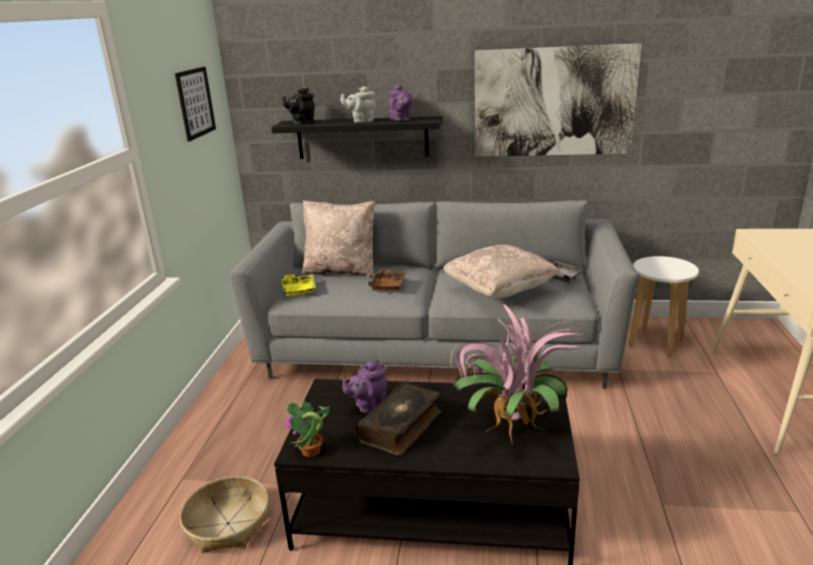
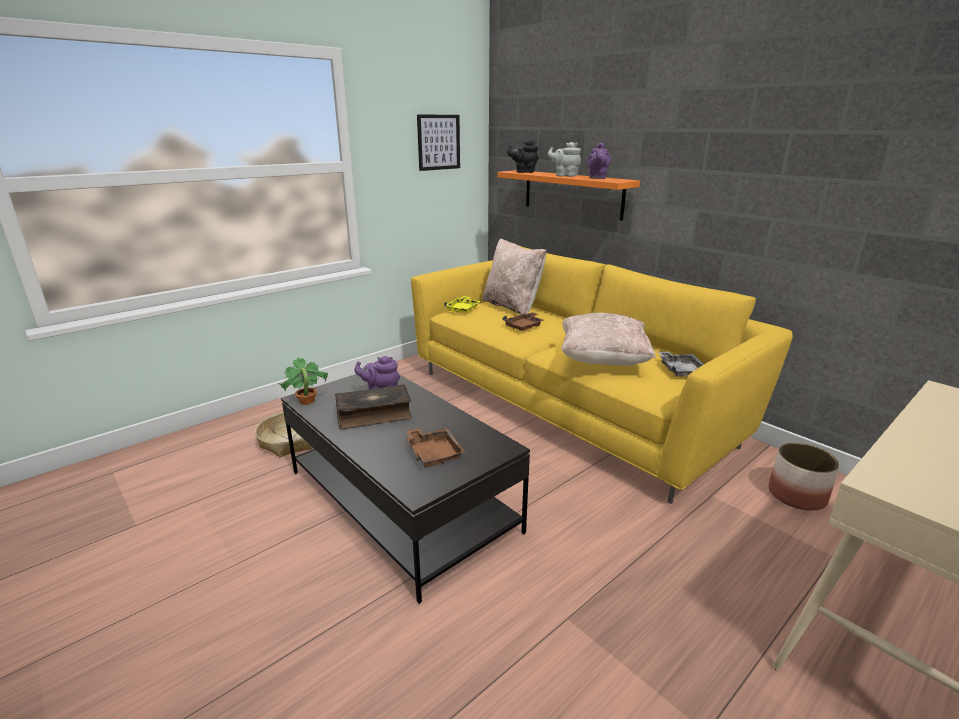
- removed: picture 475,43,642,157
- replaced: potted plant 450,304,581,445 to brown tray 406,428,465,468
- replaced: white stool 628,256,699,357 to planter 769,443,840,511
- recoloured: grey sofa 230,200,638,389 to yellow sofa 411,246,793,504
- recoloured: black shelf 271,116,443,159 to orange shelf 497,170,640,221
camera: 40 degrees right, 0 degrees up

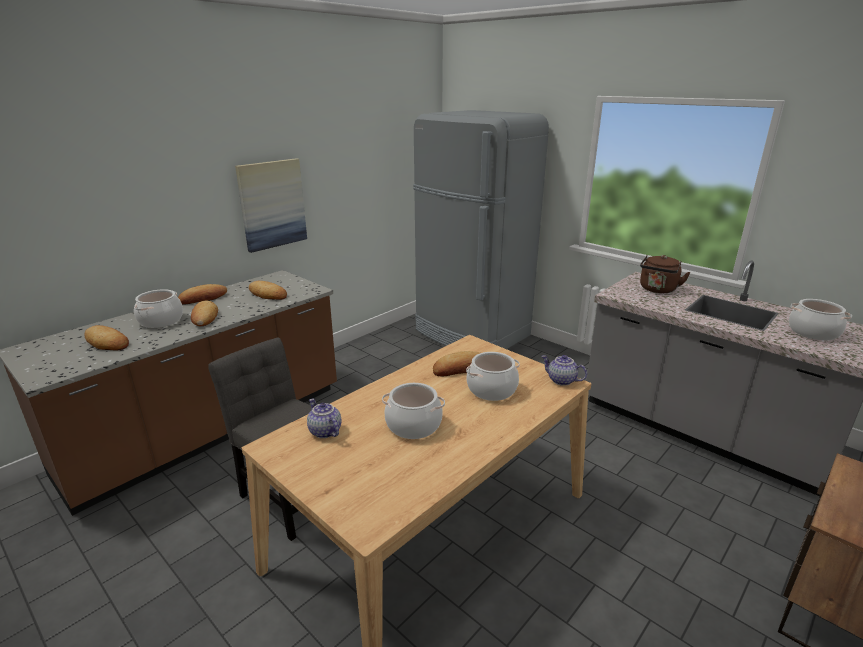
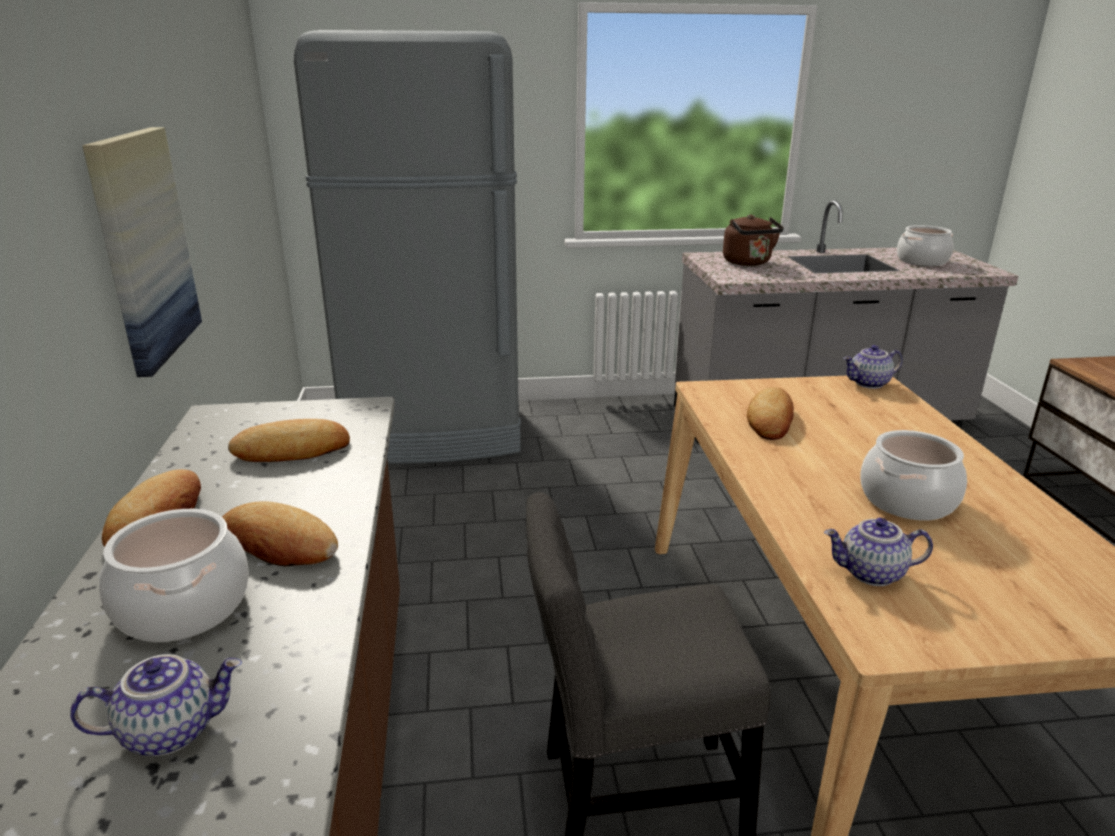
- removed: cooking pot 466,352,520,401
- replaced: bread 84,325,129,351 to teapot 70,654,242,756
camera: 50 degrees left, 0 degrees up

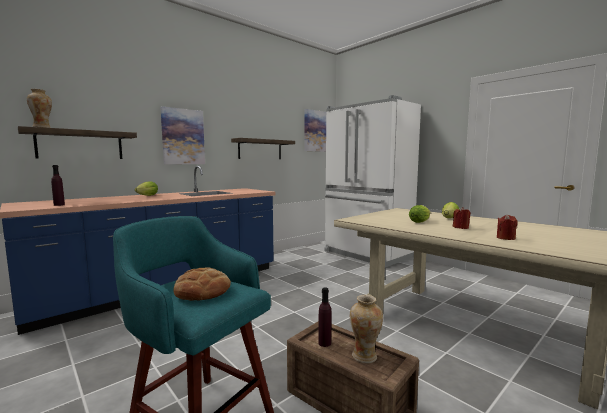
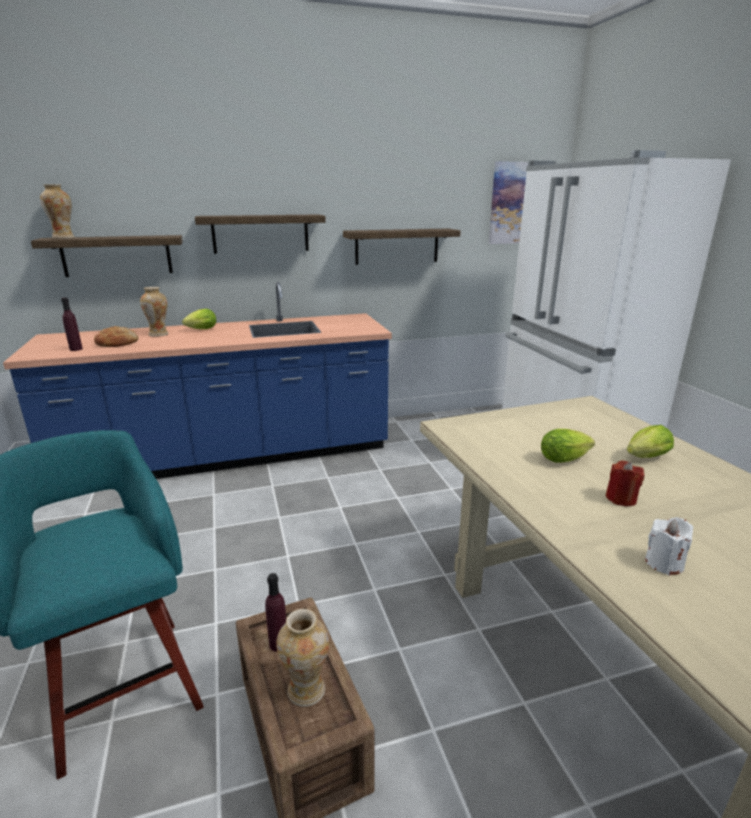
- added: vase 140,287,168,337
- moved: bread 173,267,231,301 to 94,326,139,347
- replaced: picture 161,106,205,164 to shelf 195,214,326,254
- recoloured: red candle 497,214,517,240 to white candle 645,517,693,576
camera: 25 degrees right, 15 degrees up

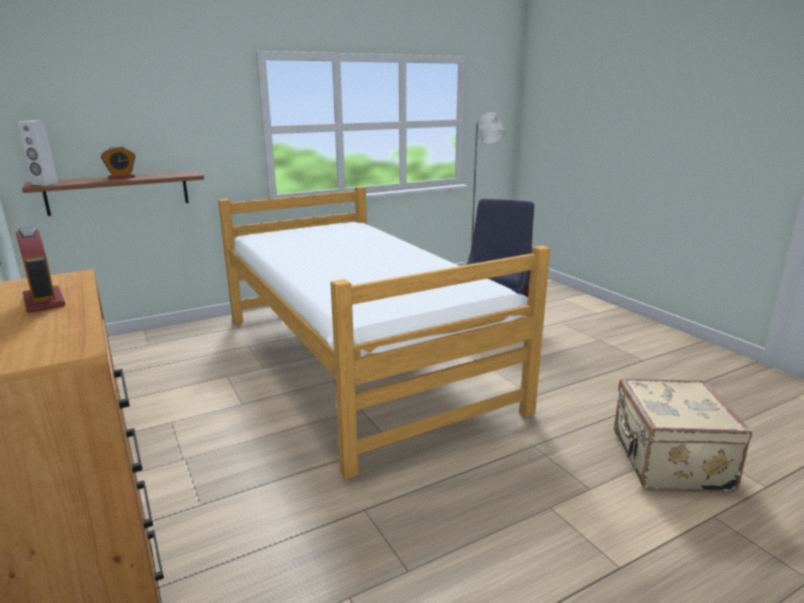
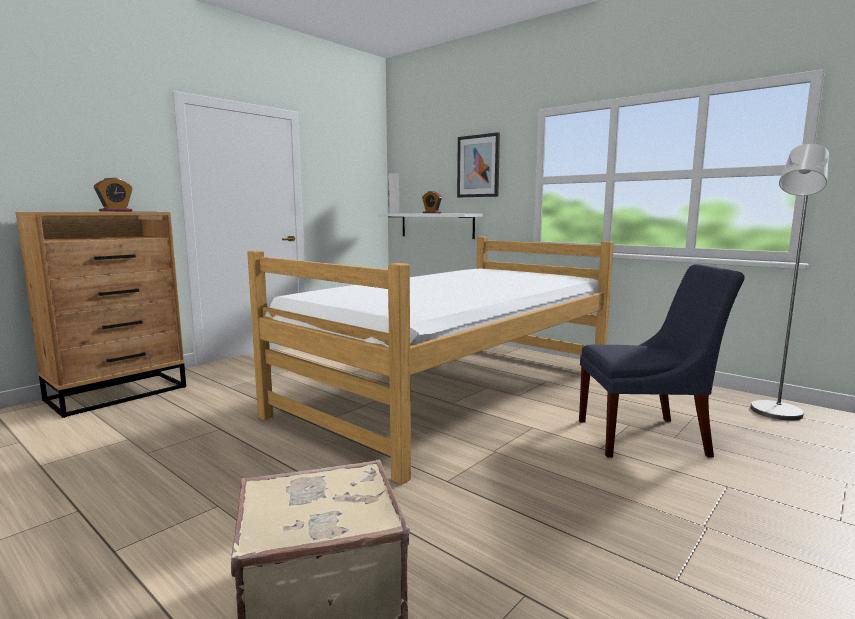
- added: picture 457,132,500,197
- recoloured: brown shelf 22,171,204,216 to white shelf 378,213,483,239
camera: 70 degrees right, 10 degrees down

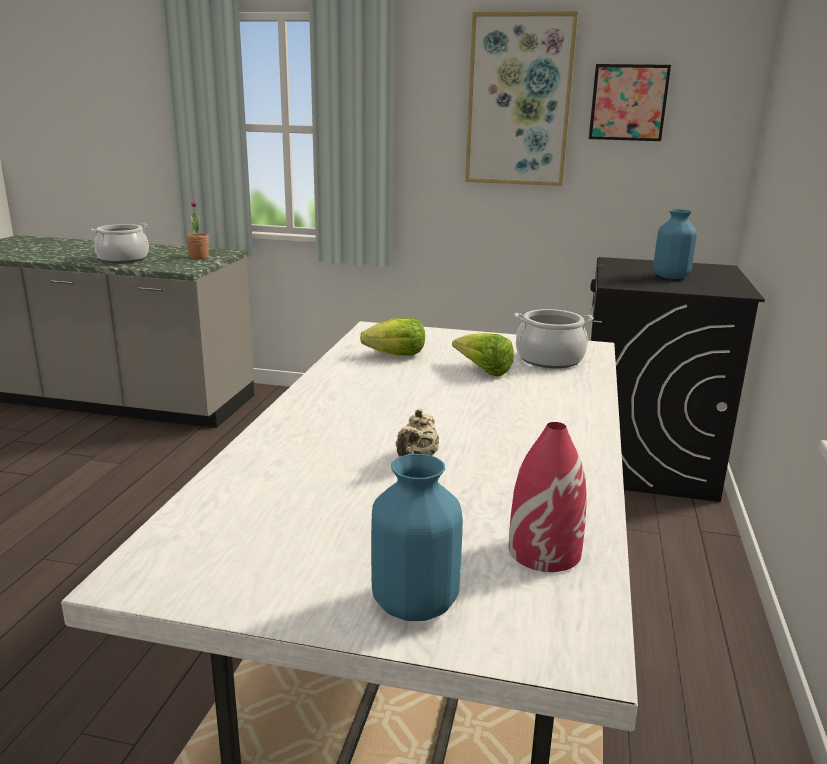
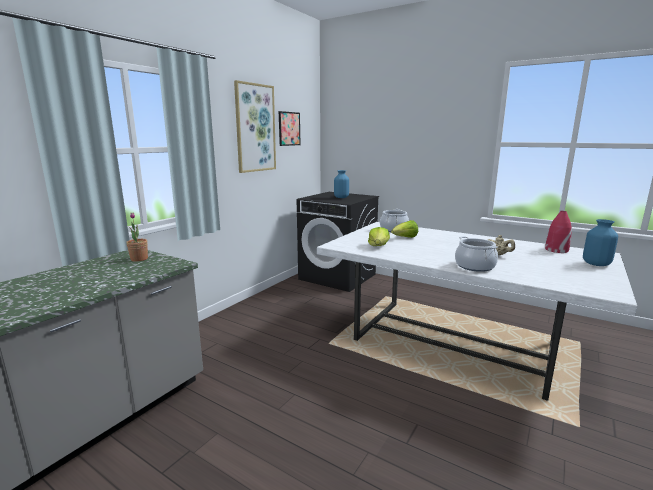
- moved: cooking pot 91,223,149,263 to 455,236,498,272
camera: 70 degrees left, 5 degrees down

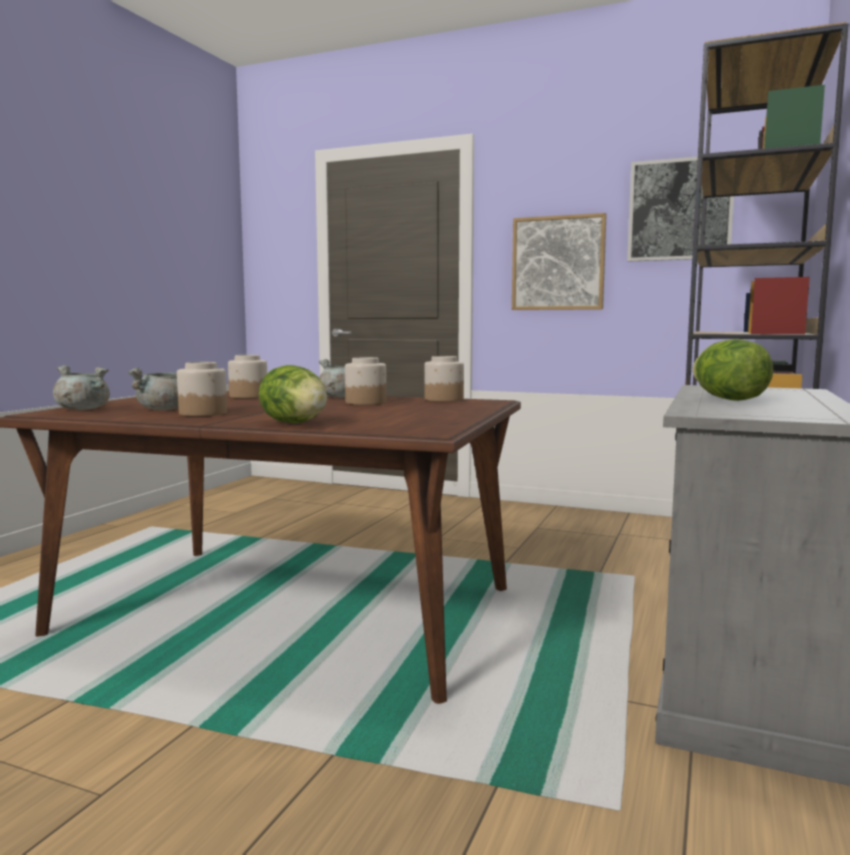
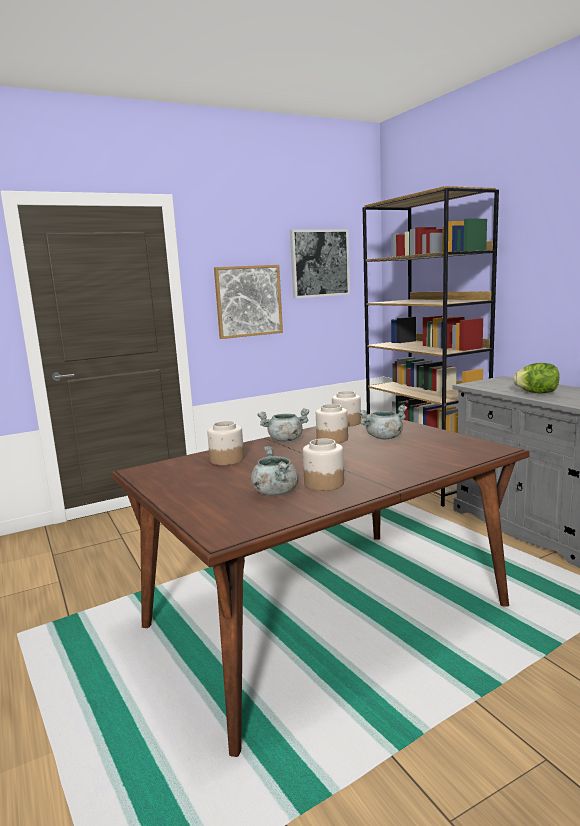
- removed: lettuce 258,365,327,423
- moved: grey cooking pot 53,365,110,410 to 357,405,407,439
camera: 50 degrees left, 5 degrees up

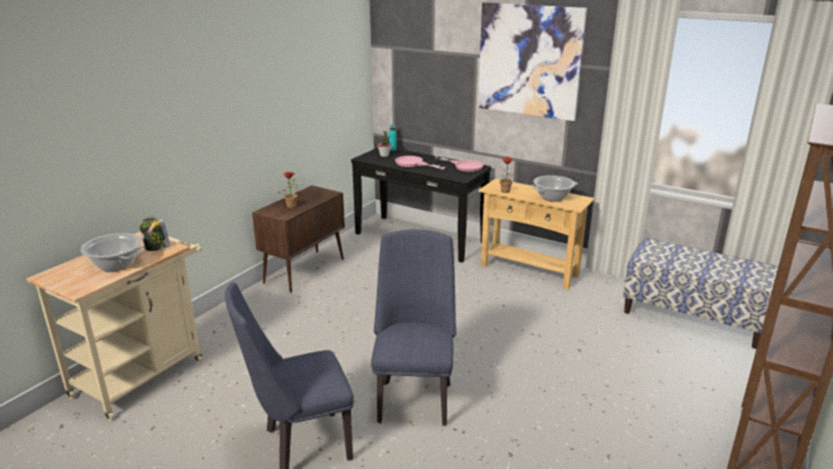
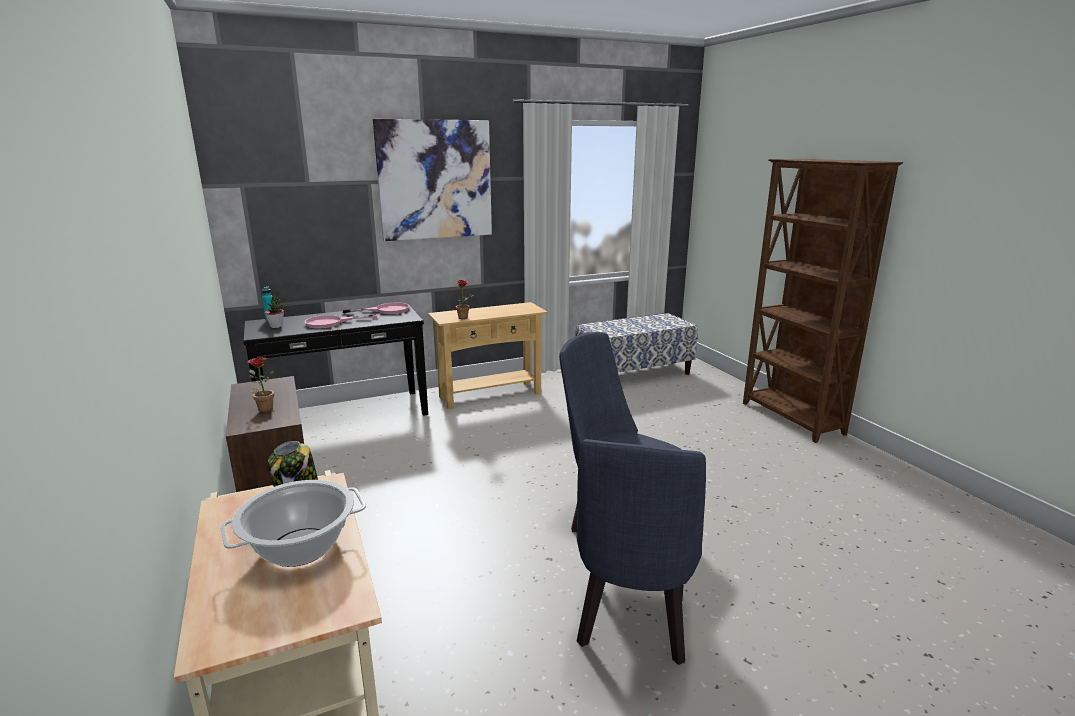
- removed: cooking pot 530,175,578,202
camera: 55 degrees left, 5 degrees down

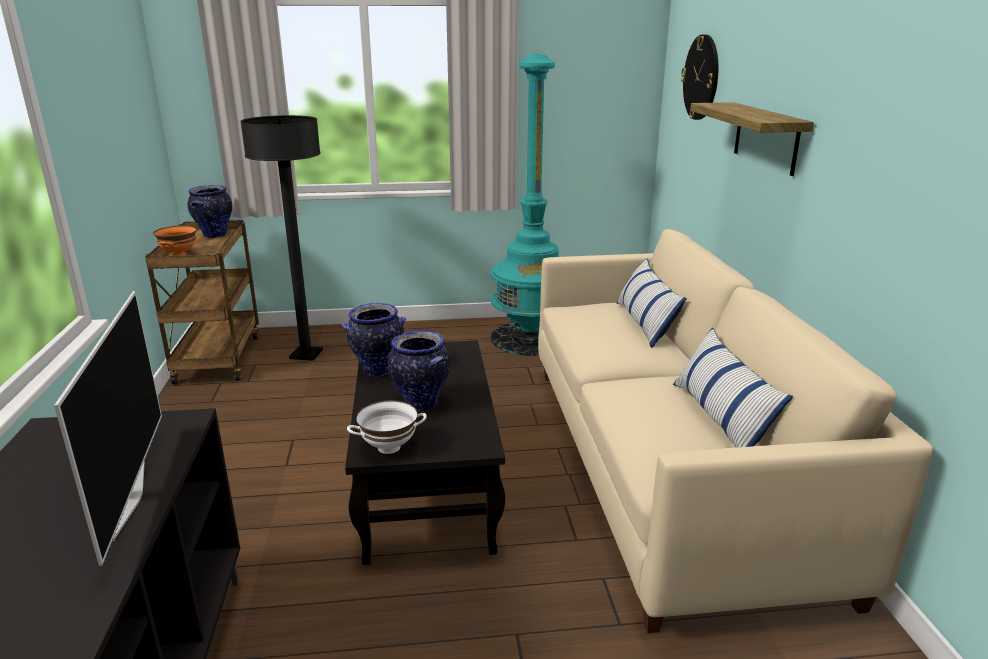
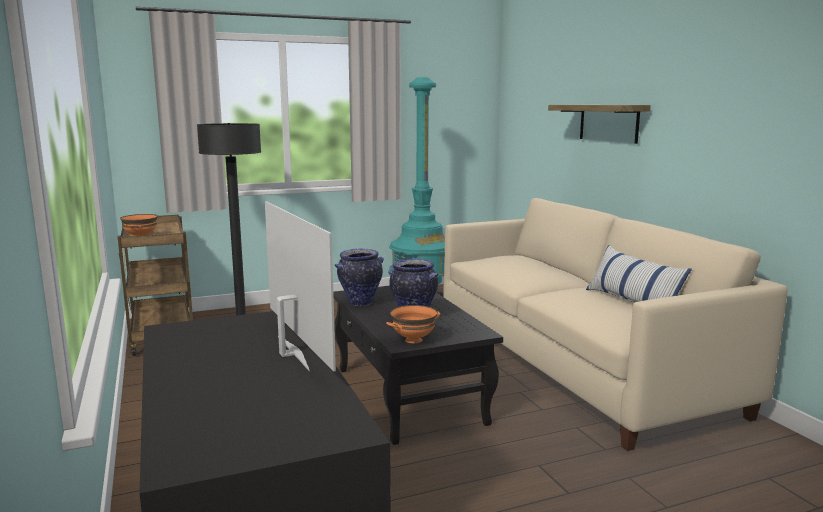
- removed: vase 188,185,232,238
- removed: pillow 617,258,687,348
- removed: wall clock 681,34,718,120
- recoloured: white bowl 347,400,427,454 to orange bowl 386,305,440,344
camera: 15 degrees left, 10 degrees down

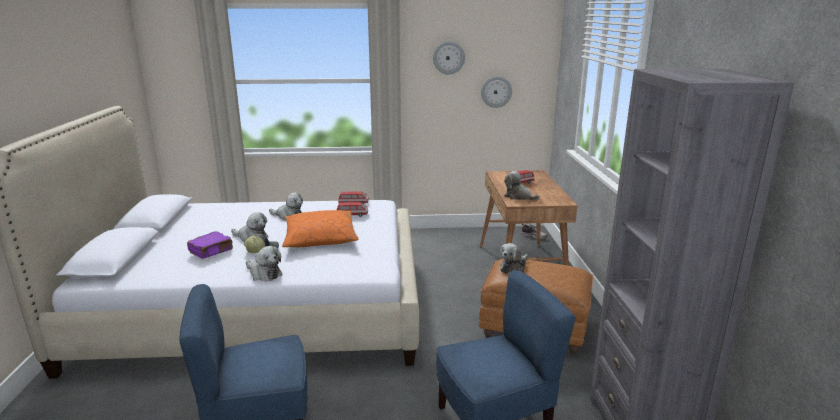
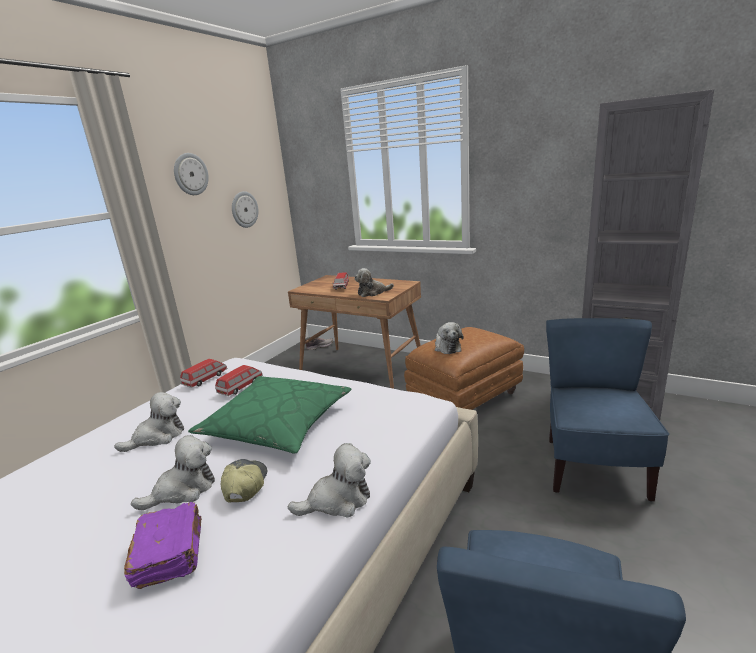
- recoloured: orange pillow 282,210,358,247 to green pillow 188,376,352,454
camera: 55 degrees left, 0 degrees up

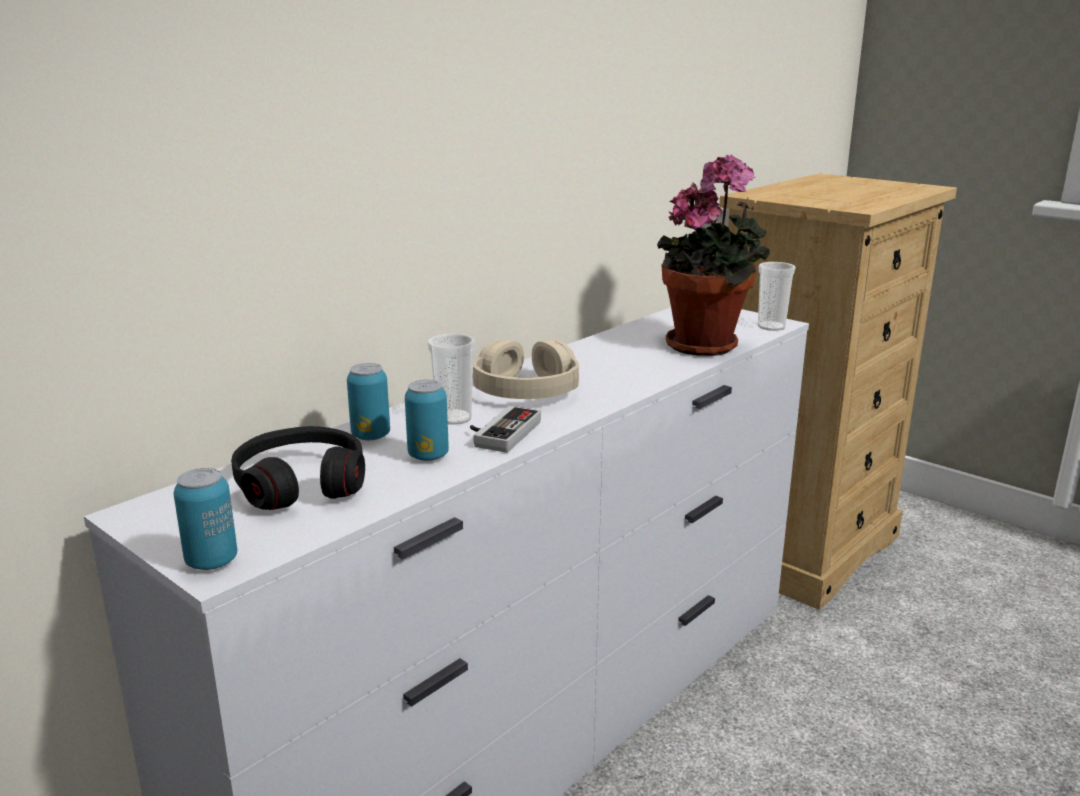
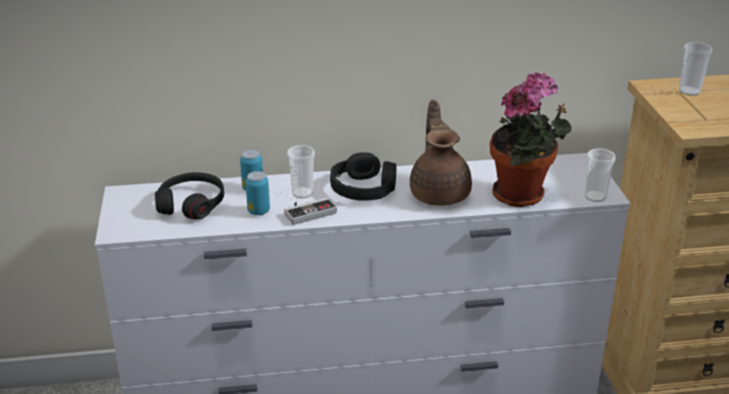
- removed: can 174,468,237,570
- added: brown teapot 410,100,472,206
- added: cup 679,42,712,96
- recoloured: beige headphones 473,340,579,399 to black headphones 330,152,396,201
camera: 40 degrees right, 10 degrees up

